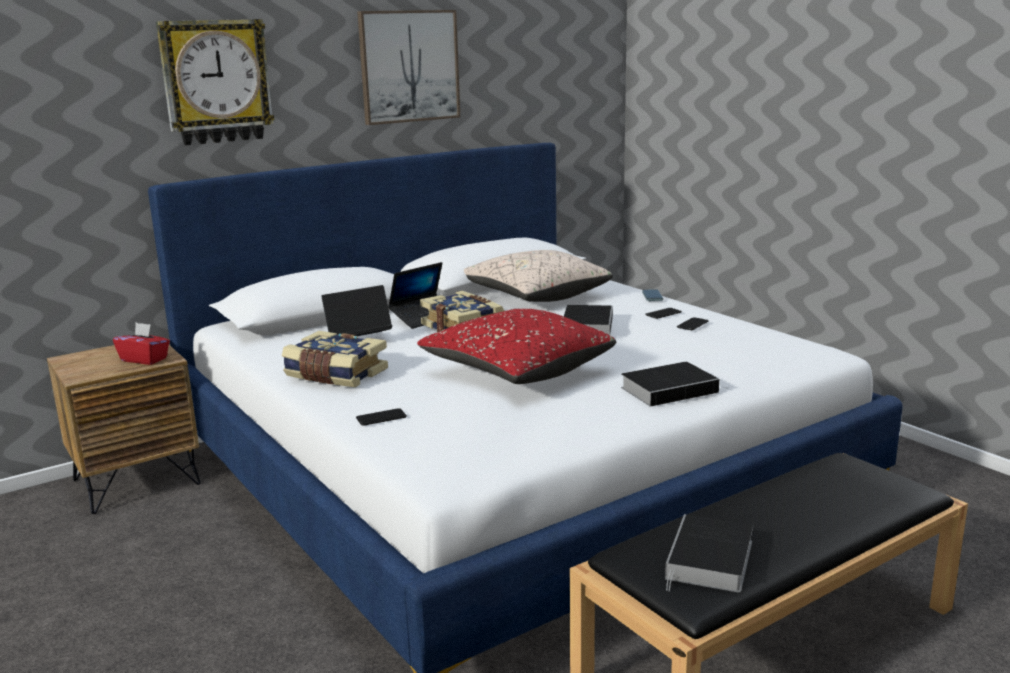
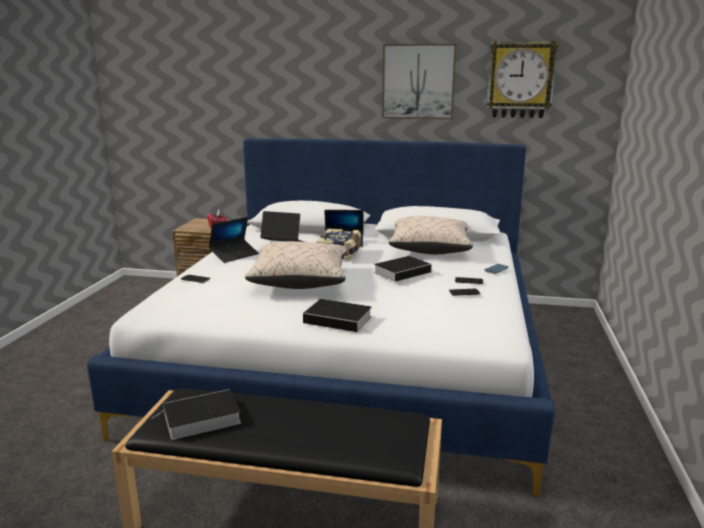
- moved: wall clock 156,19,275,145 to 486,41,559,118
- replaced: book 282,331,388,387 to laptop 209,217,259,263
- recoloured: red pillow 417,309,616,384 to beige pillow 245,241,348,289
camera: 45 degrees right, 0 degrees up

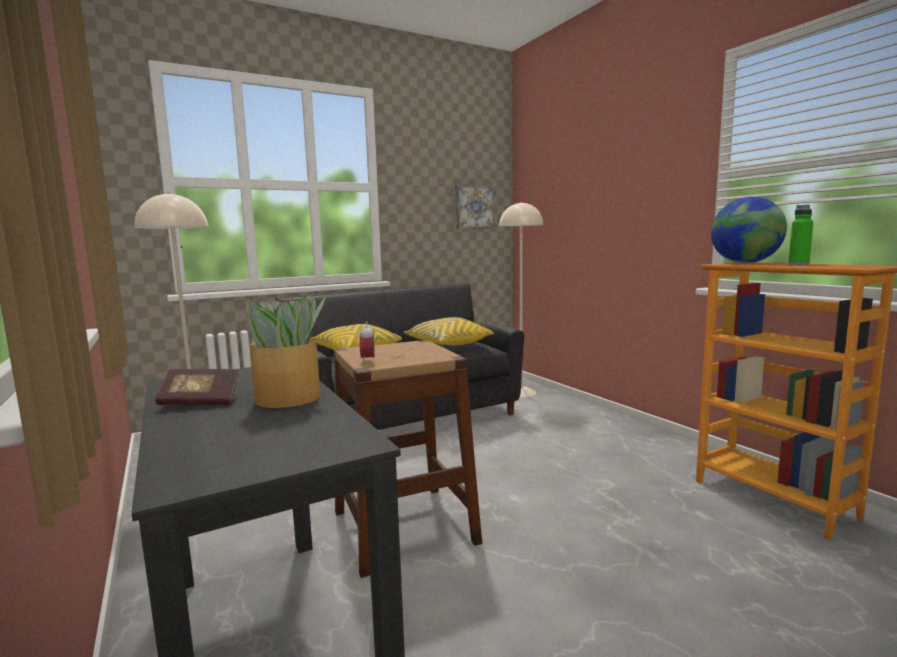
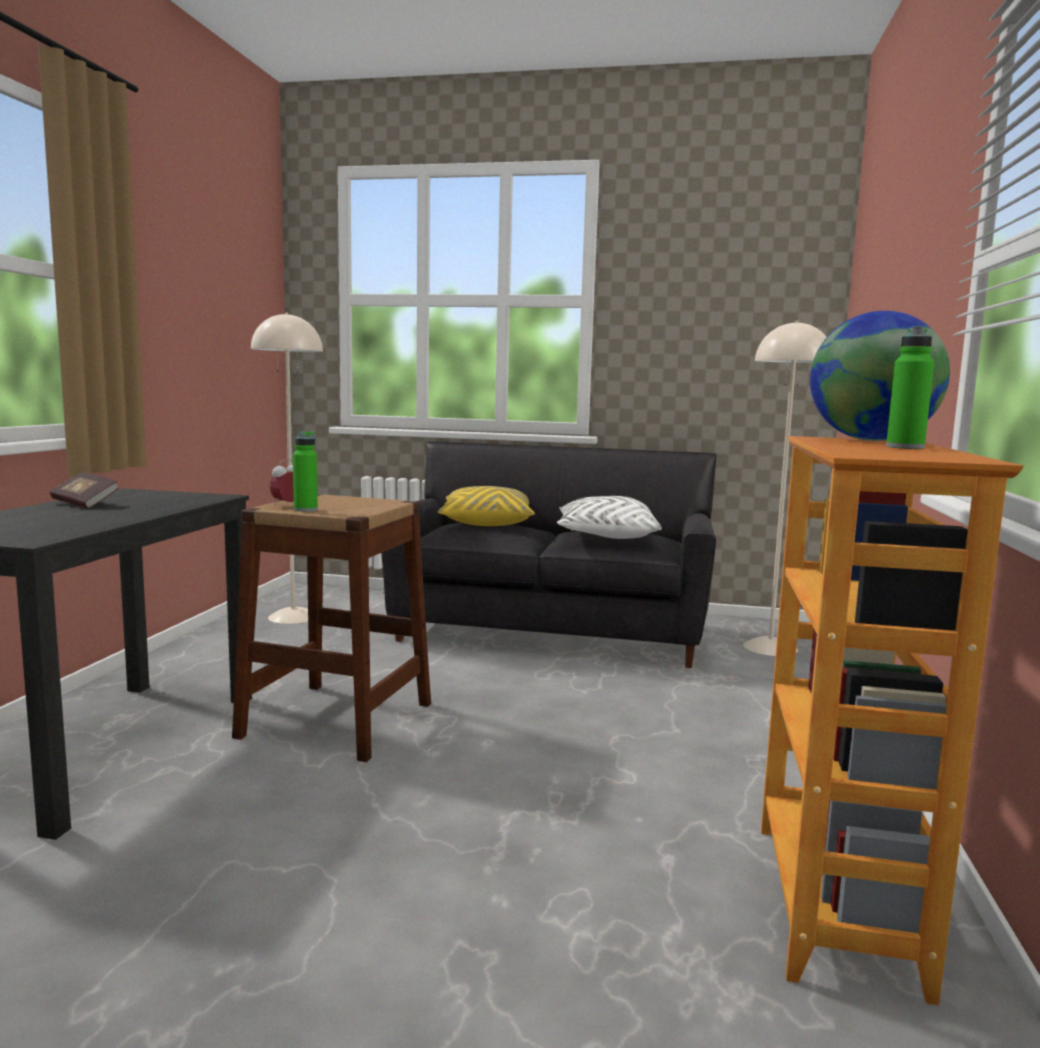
- removed: potted plant 245,295,326,408
- removed: picture 455,184,494,229
- added: green bottle 293,431,318,512
- recoloured: yellow pillow 404,317,494,345 to white pillow 557,496,662,539
camera: 40 degrees right, 0 degrees up

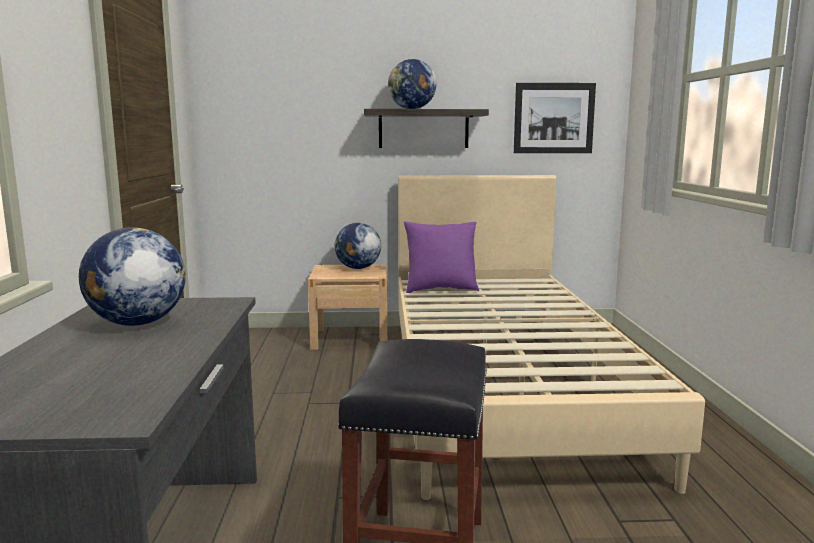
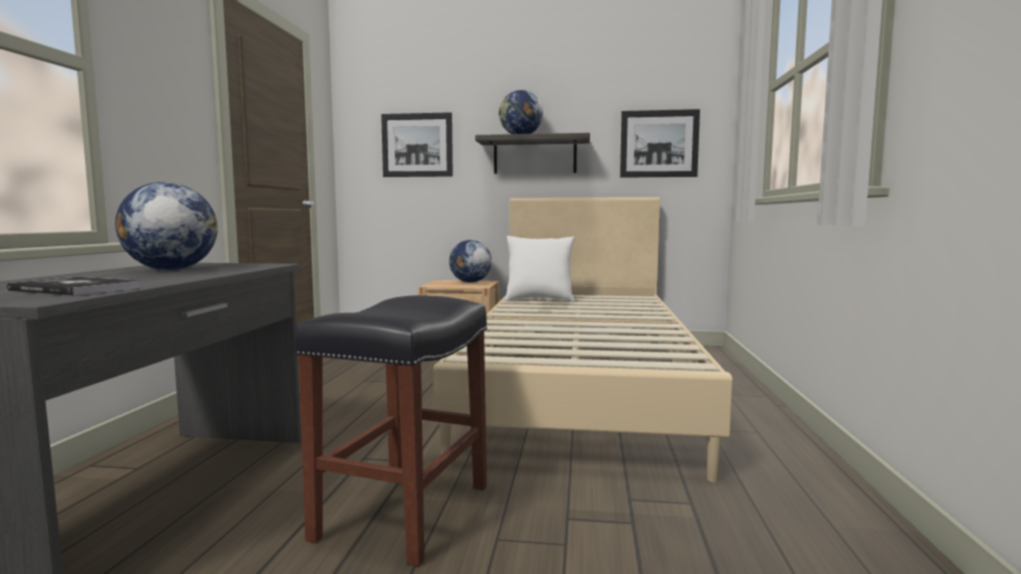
- added: book 7,277,140,296
- added: picture 381,112,453,177
- recoloured: purple pillow 404,221,479,293 to white pillow 505,236,575,302
camera: 10 degrees right, 5 degrees down

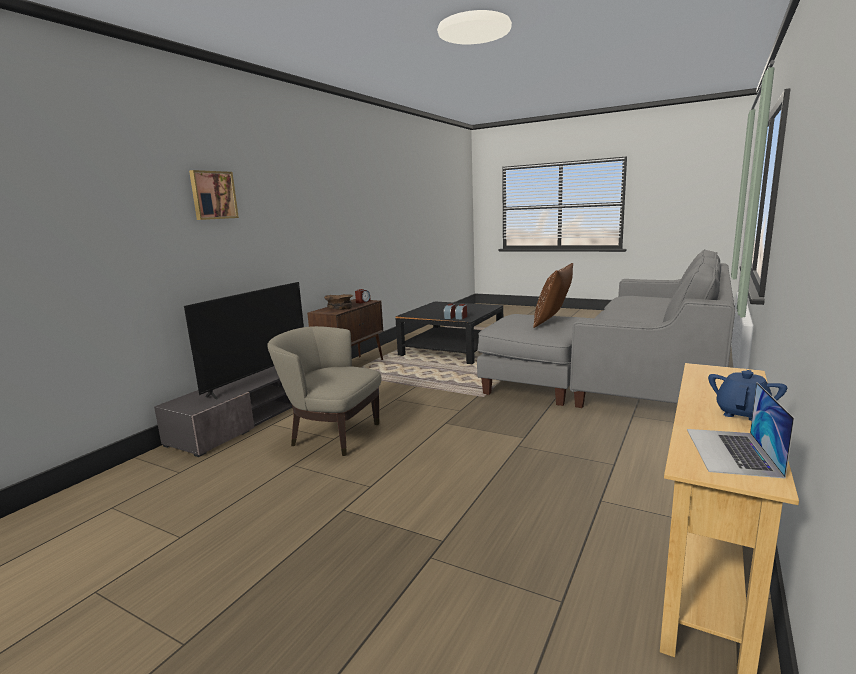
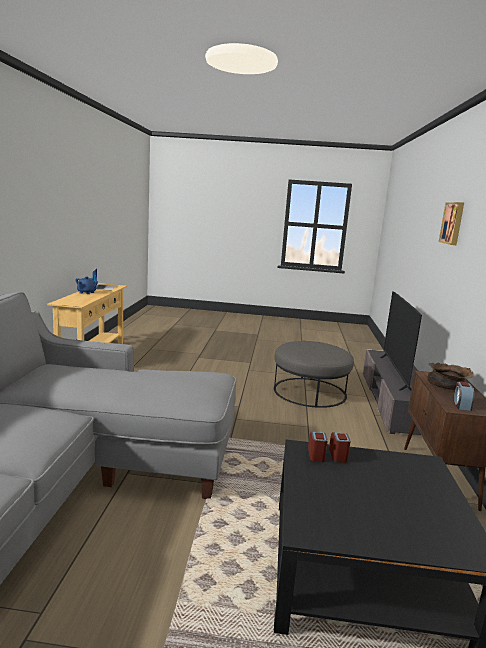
- removed: brown pillow 533,263,573,328
- replaced: beige armchair 267,326,381,456 to grey ottoman 274,341,354,408
camera: 155 degrees right, 0 degrees up

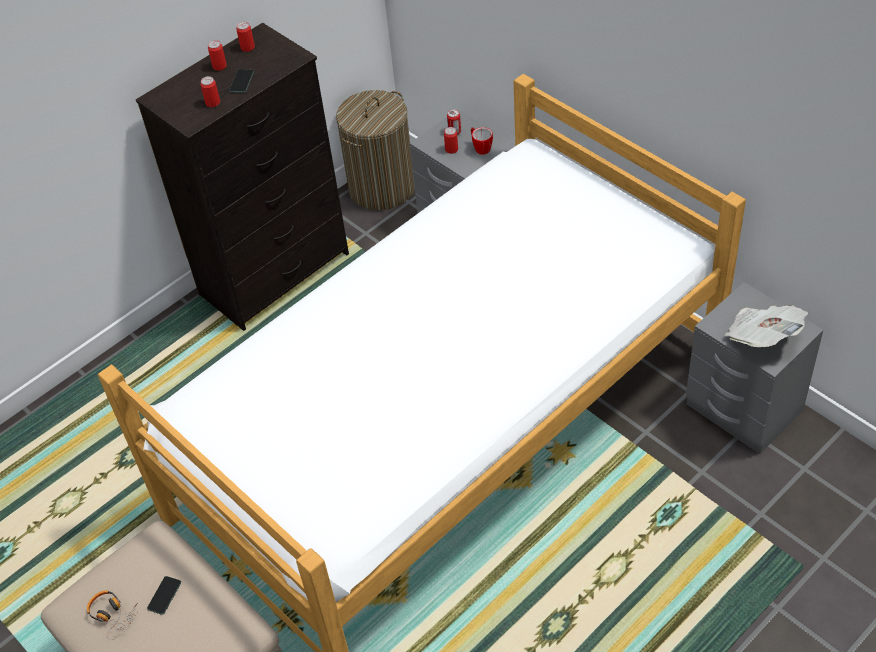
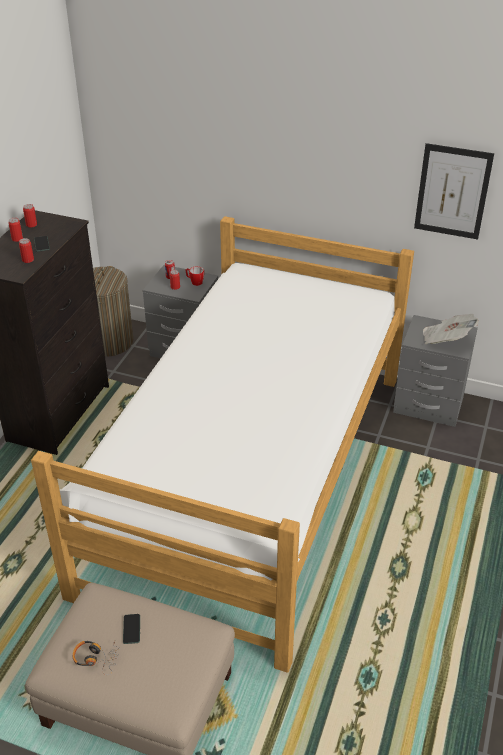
- added: picture 414,143,494,239
camera: 30 degrees left, 10 degrees down

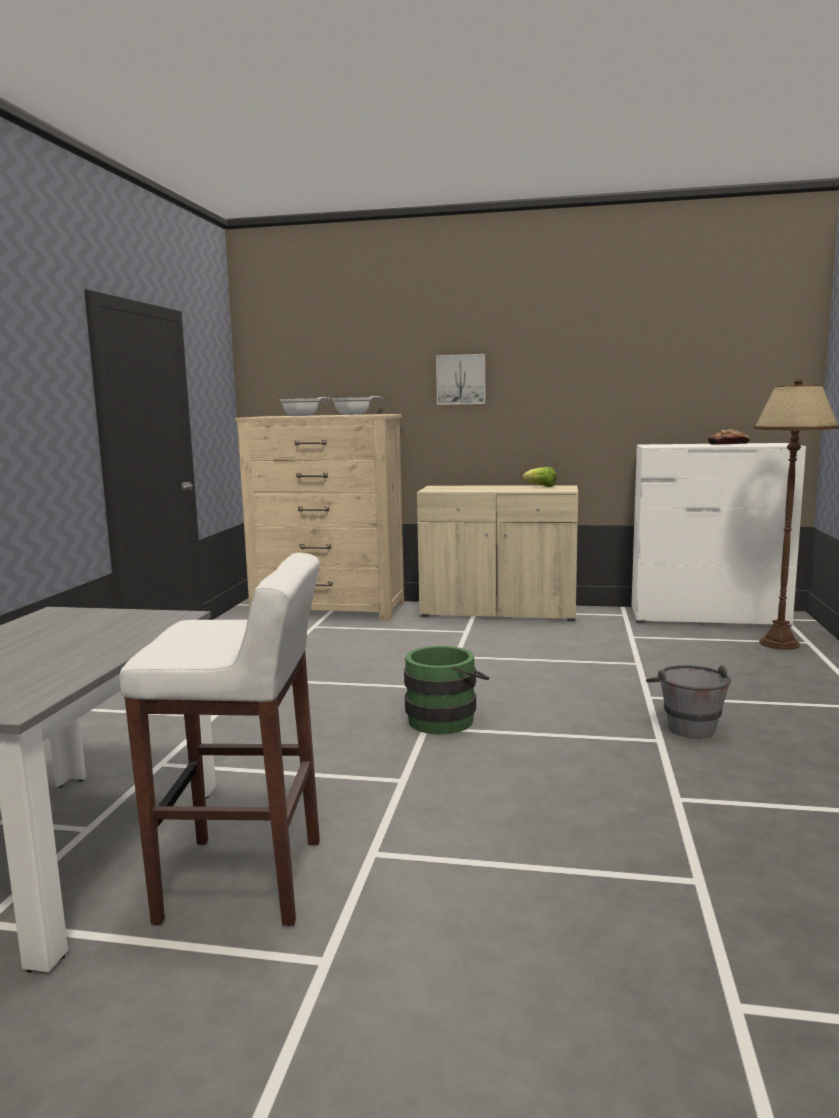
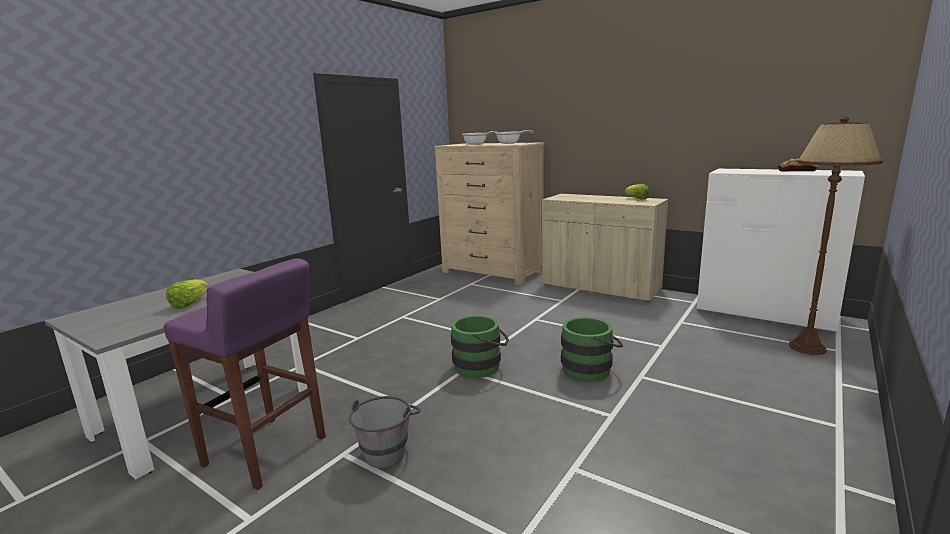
- removed: picture 436,354,485,405
- added: lettuce 166,279,209,309
- added: green bucket 561,317,623,382
- moved: grey bucket 646,665,731,739 to 349,396,421,468
- recoloured: white stool 119,553,320,926 to purple stool 164,258,326,490
camera: 25 degrees right, 5 degrees up

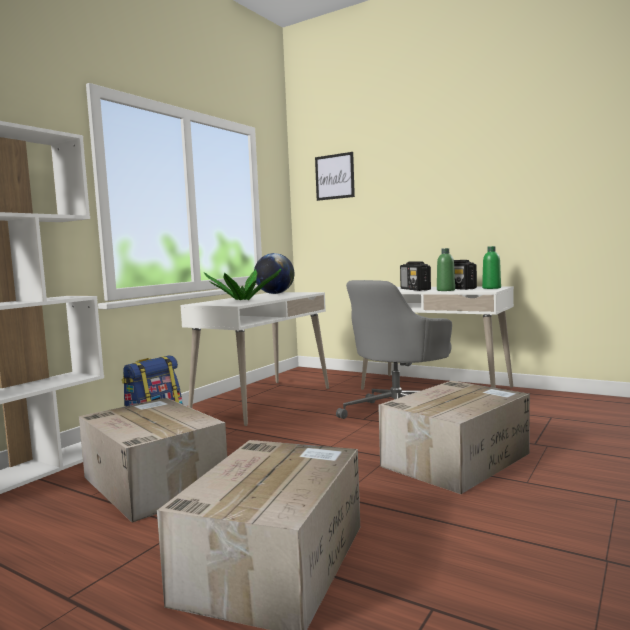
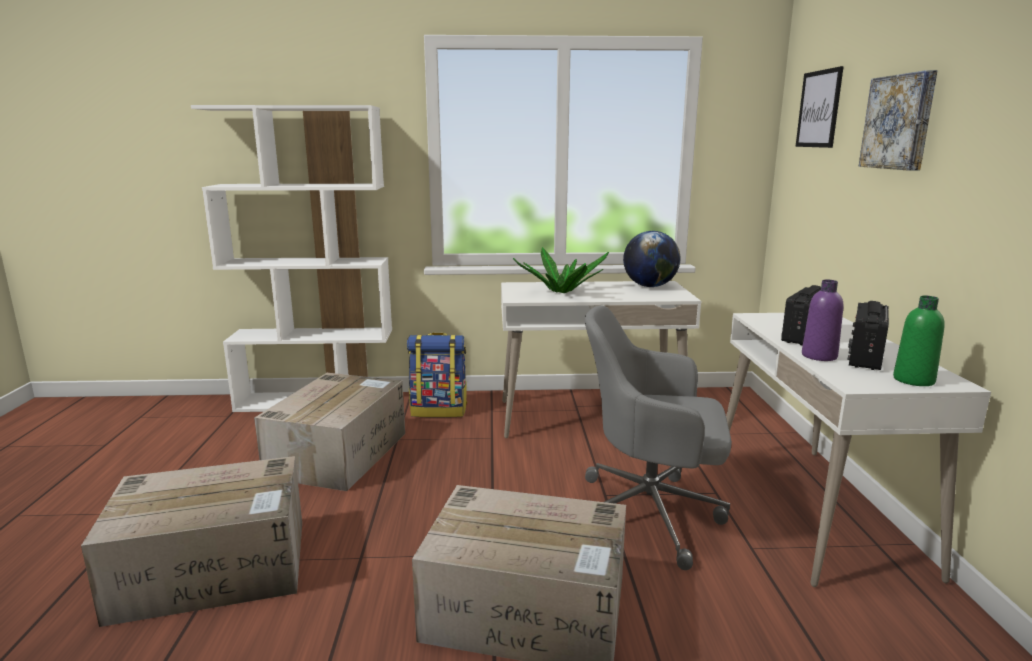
- added: picture 858,70,938,171
- recoloured: green bottle 437,248,455,291 to purple bottle 802,280,843,361
camera: 55 degrees right, 10 degrees up

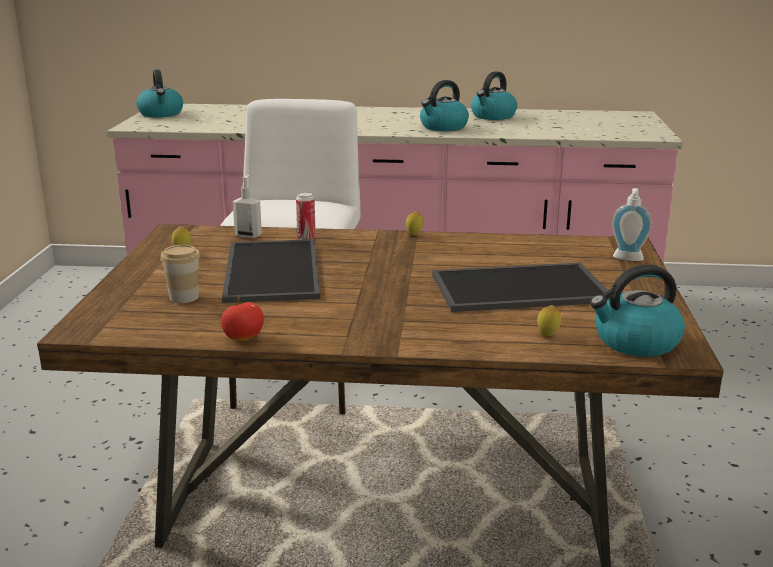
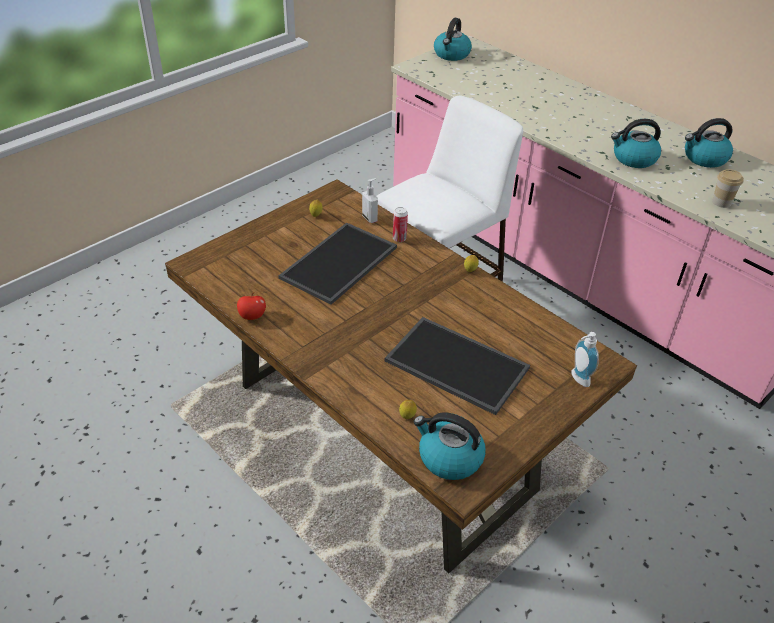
- moved: cup 160,245,200,303 to 712,169,744,208
camera: 40 degrees right, 20 degrees up

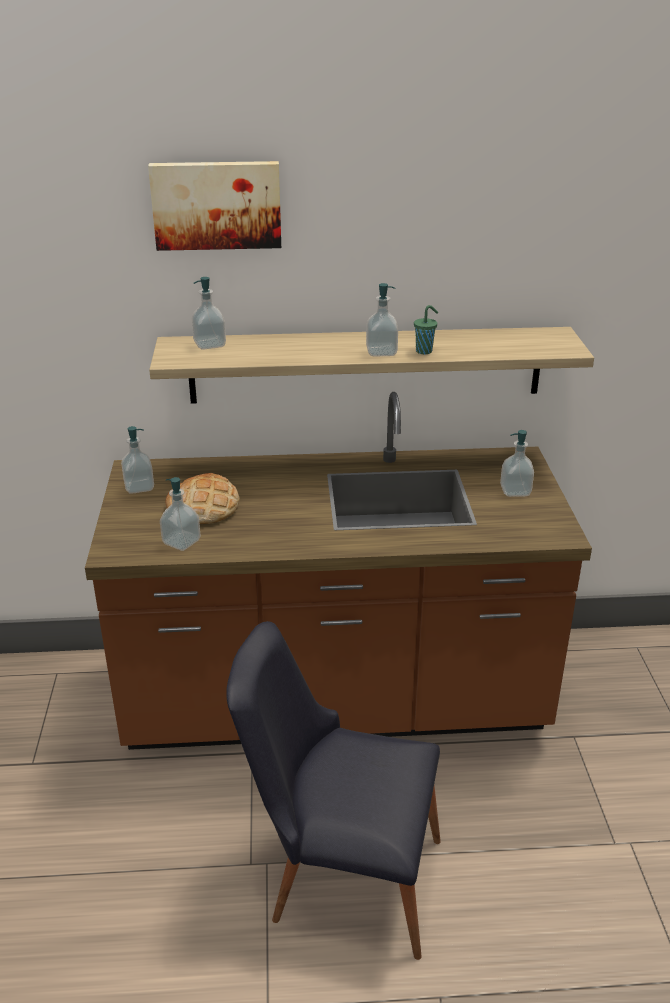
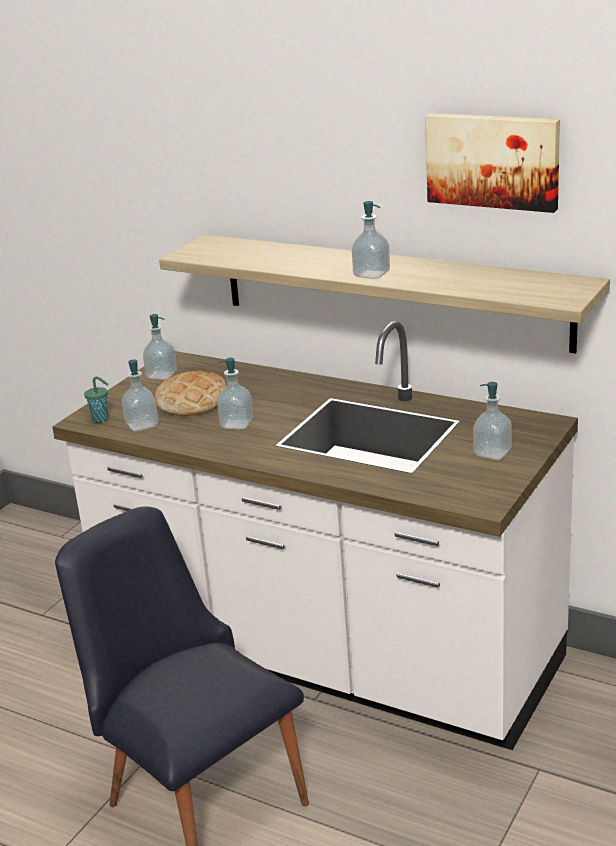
- moved: picture 148,161,281,251 to 425,113,560,213
- moved: soap dispenser 192,277,226,350 to 217,358,253,429
- moved: green cup 414,305,438,354 to 84,376,108,423
- recoloured: brown counter 85,392,592,750 to white counter 52,321,578,750
camera: 35 degrees right, 5 degrees down

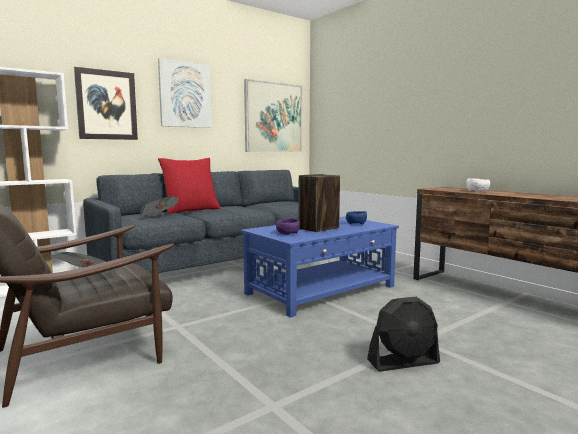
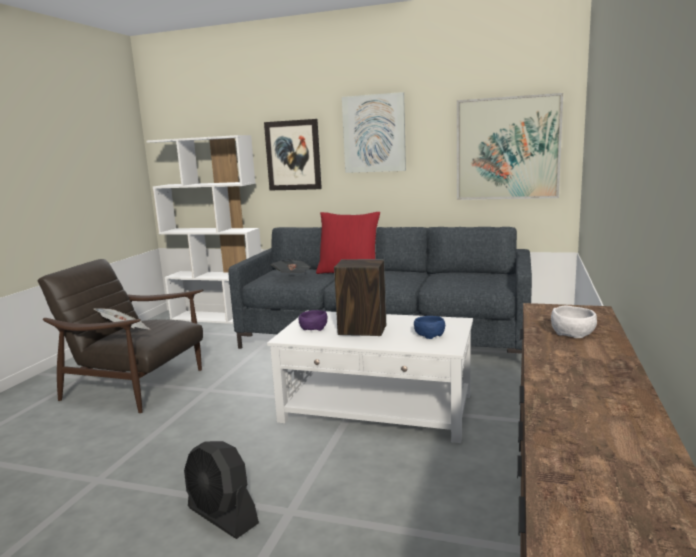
- recoloured: blue coffee table 241,216,399,318 to white coffee table 267,311,473,443
camera: 55 degrees right, 5 degrees up

